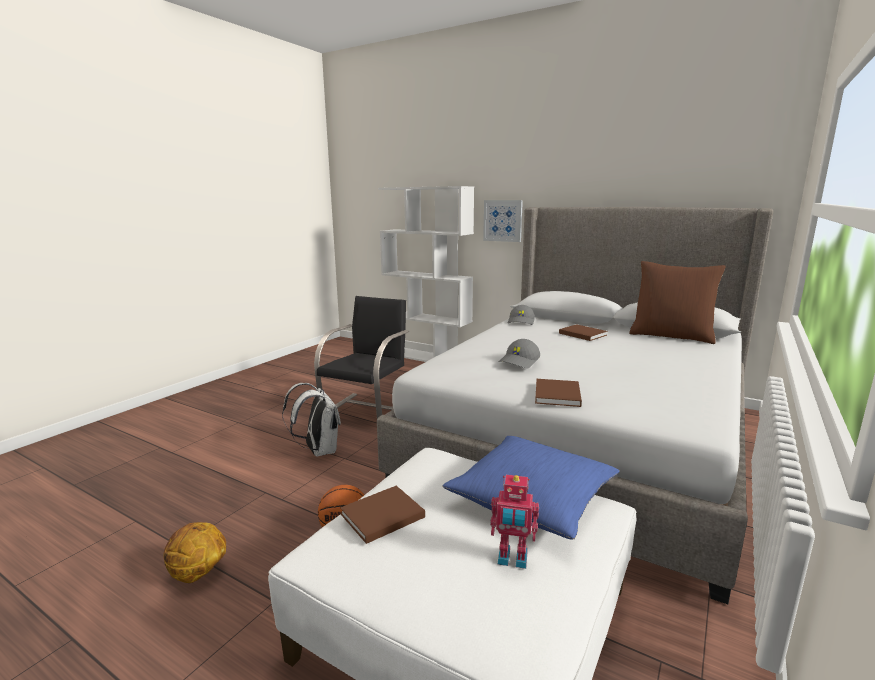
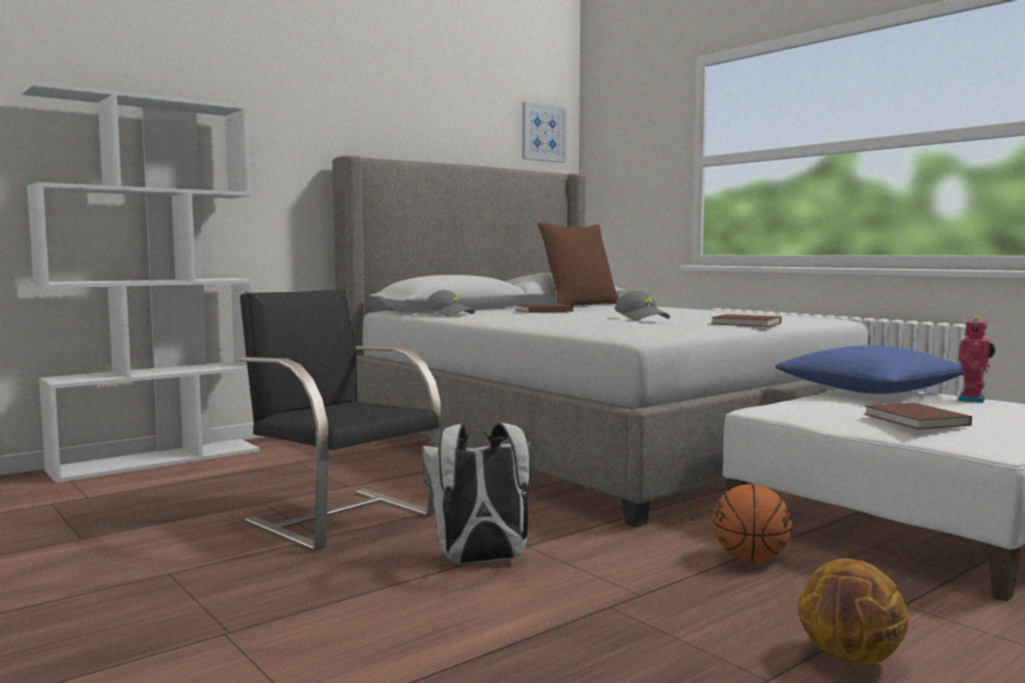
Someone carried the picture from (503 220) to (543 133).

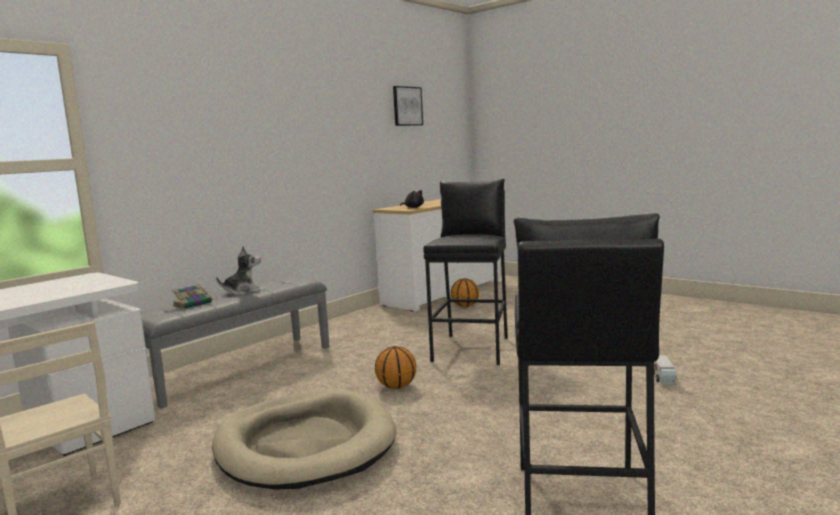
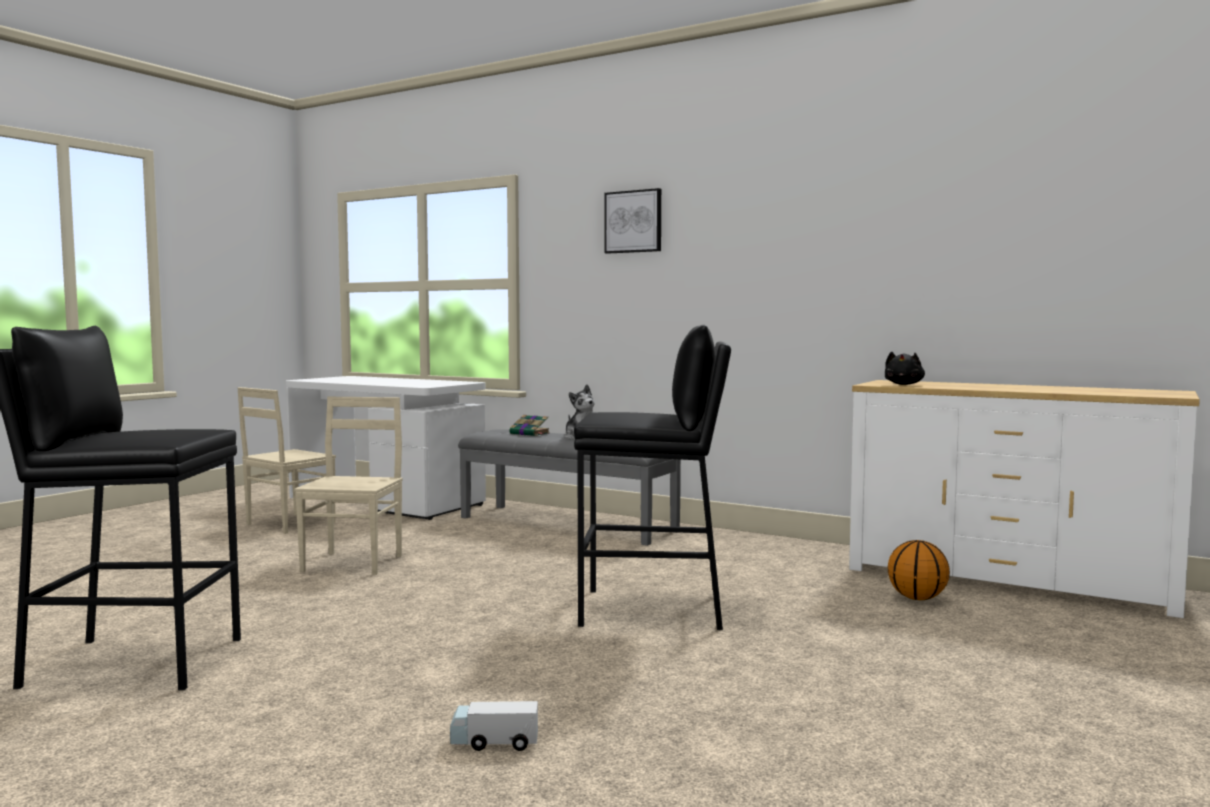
Someone swapped the beige dog bed at (305 444) for the beige chair at (354 563). Someone carried the picture from (407 106) to (633 221). Someone took away the basketball at (396 387).

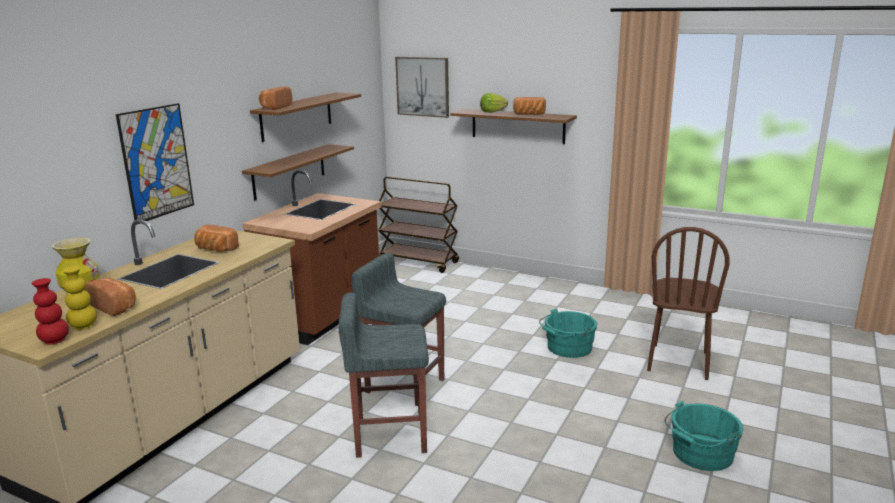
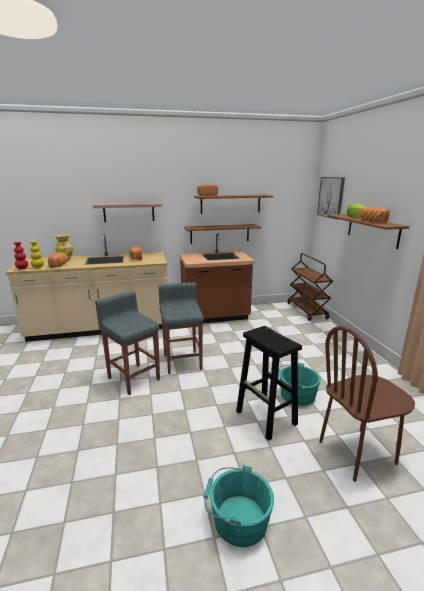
Someone swapped the picture at (156 162) for the shelf at (129 212). Someone put down the black stool at (267 418).

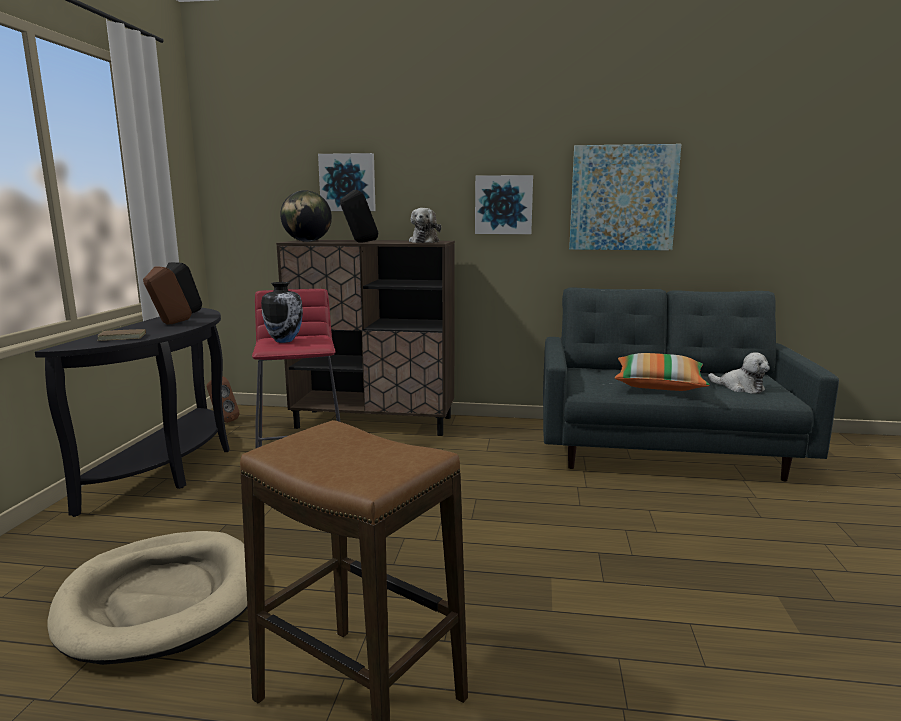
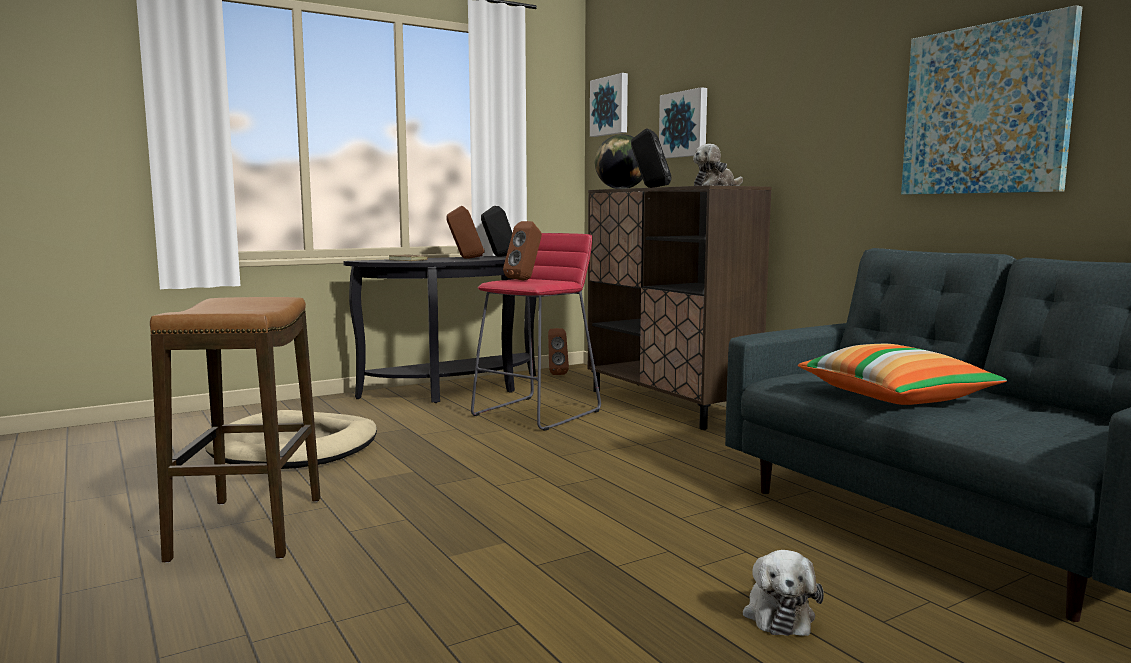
Someone swapped the vase at (284 341) for the brown speaker at (525 280). Someone carried the picture from (503 205) to (610 106). Someone carried the plush toy from (740 388) to (778 614).

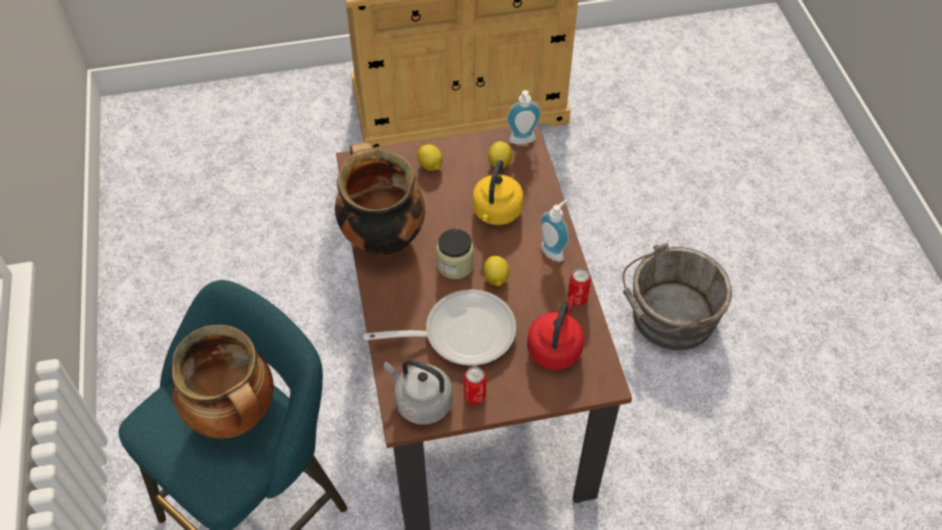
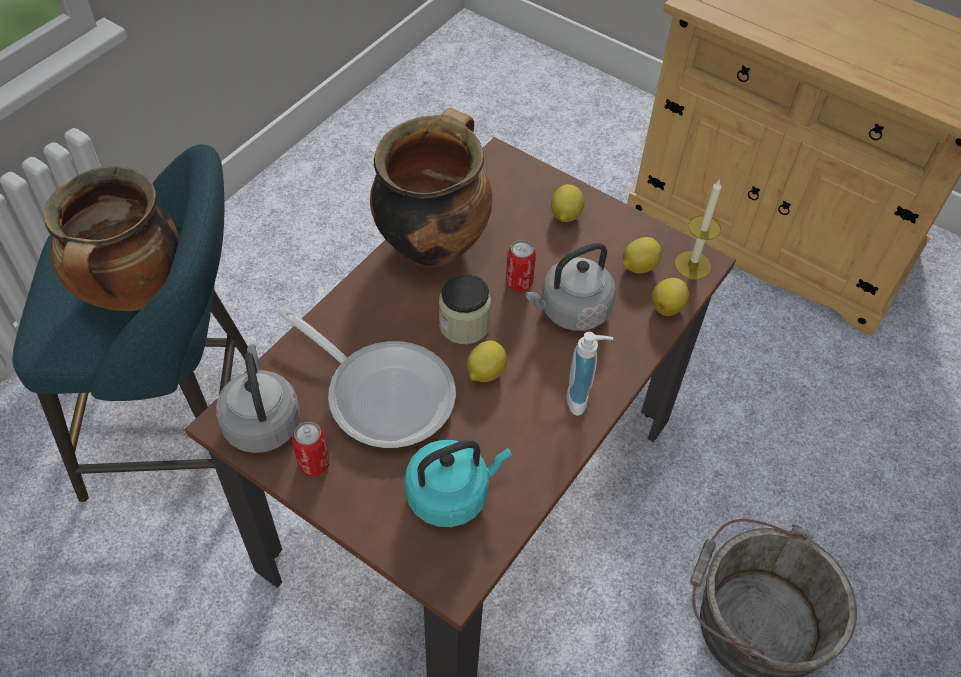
Someone repainted the red kettle at (555 347), which became the turquoise kettle at (452 494). Someone carried the can from (577 298) to (519 283). Someone repainted the yellow kettle at (496 213), which became the grey kettle at (571 311). Someone put down the lemon at (668 307). Someone swapped the soap dispenser at (523 142) for the candle at (692 265).

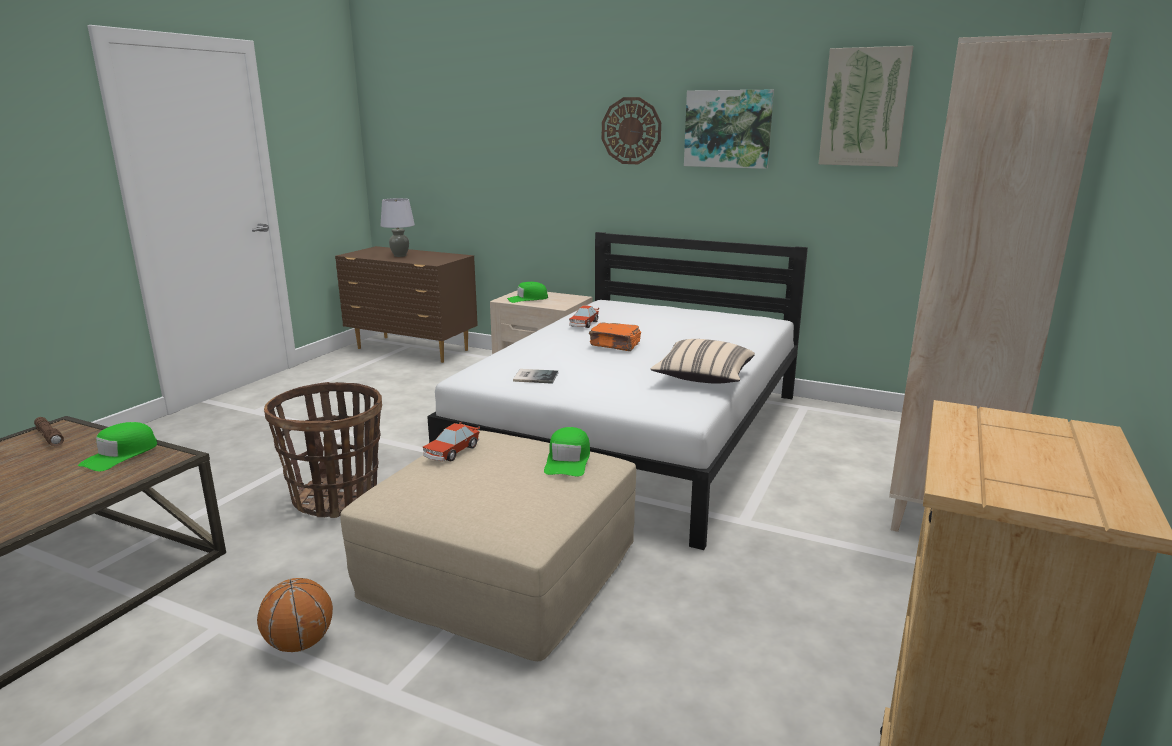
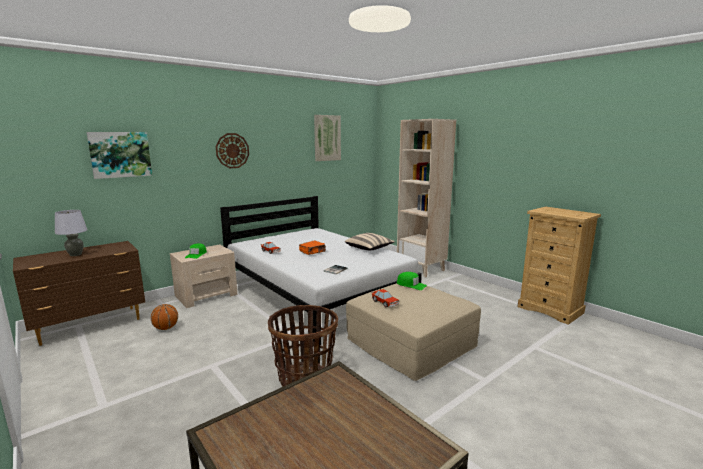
Someone carried the picture from (728 129) to (120 154). Someone carried the basketball from (300 643) to (166 328). Someone took away the brown flashlight at (49 436). Someone took away the green cap at (120 455).

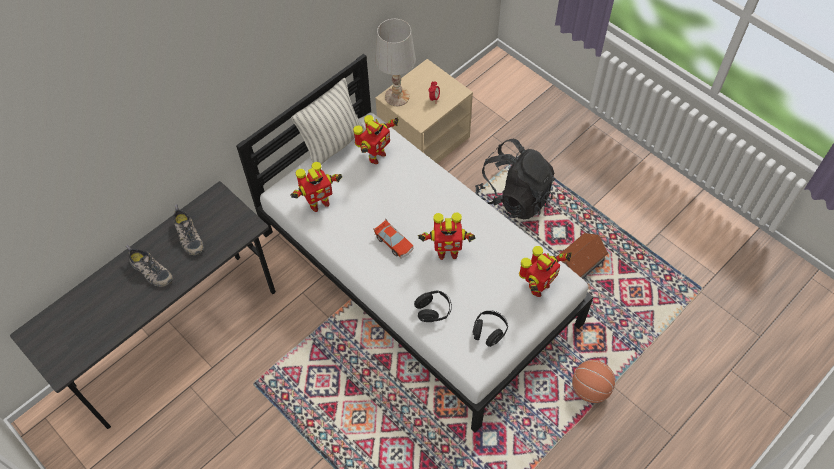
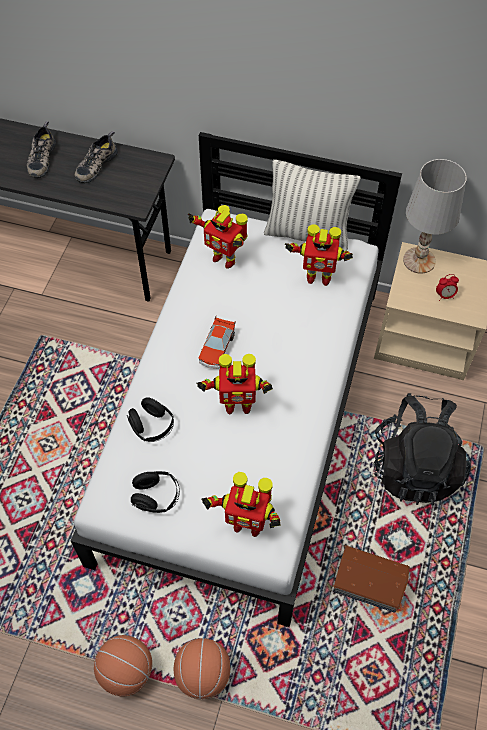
Someone put down the basketball at (126 671). Someone rotated the toy robot at (447 252) by 60 degrees counterclockwise.

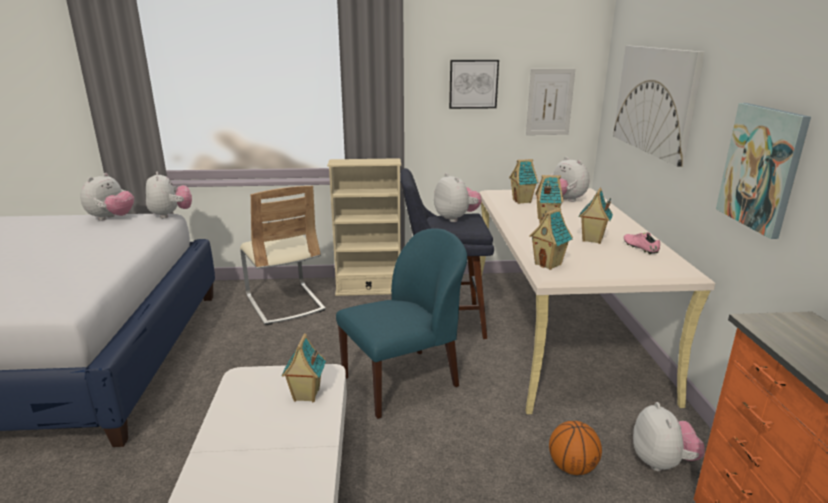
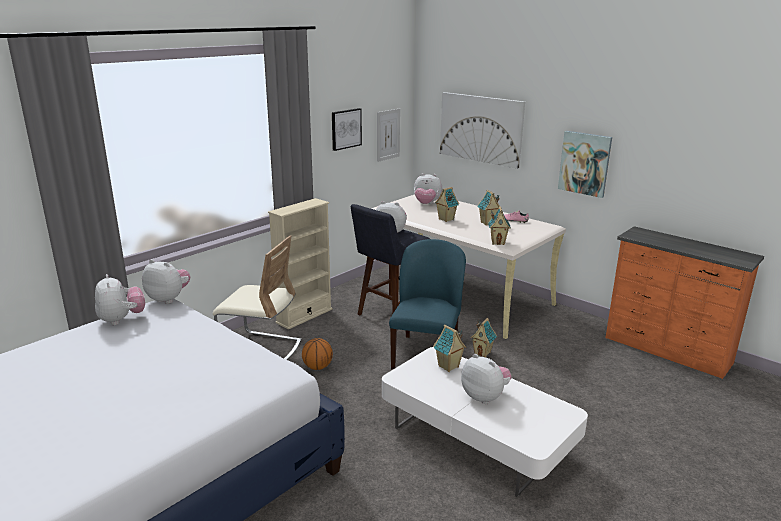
Someone carried the basketball from (572 467) to (317 367). Someone carried the plush toy from (662 462) to (485 397). Someone carried the toy house from (522 201) to (482 353).

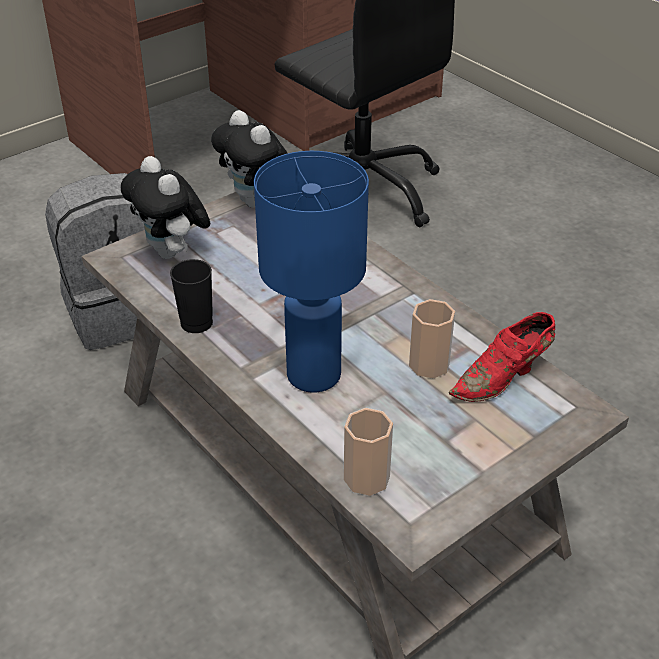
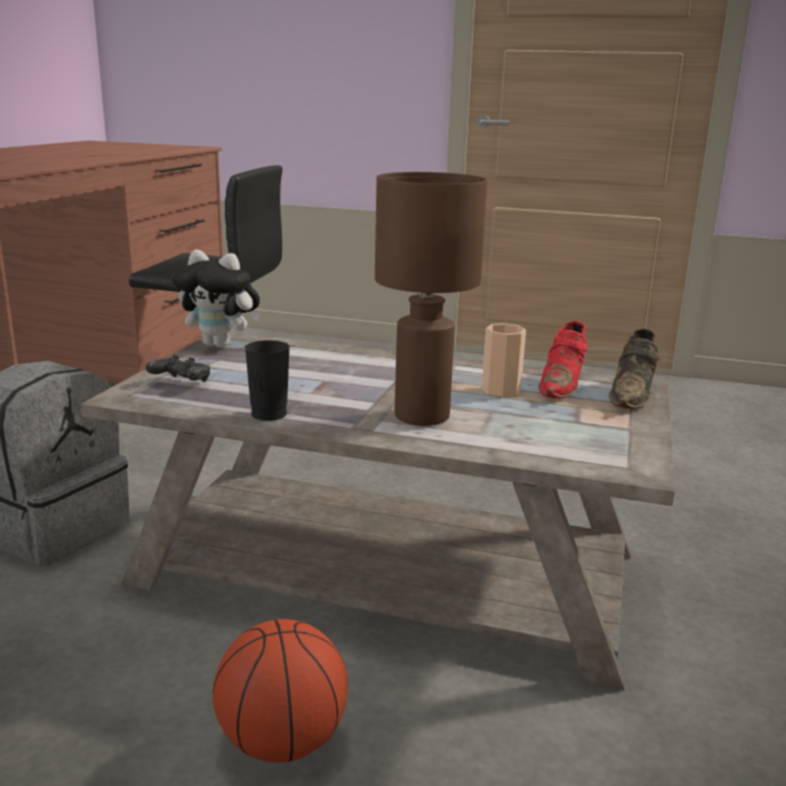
Someone swapped the plush toy at (172 253) for the black game controller at (181 383). Someone put down the basketball at (283 741). Someone repainted the blue table lamp at (314 374), which became the brown table lamp at (421 415). Someone put down the brown shoe at (632 394). Someone took away the cup at (366 478).

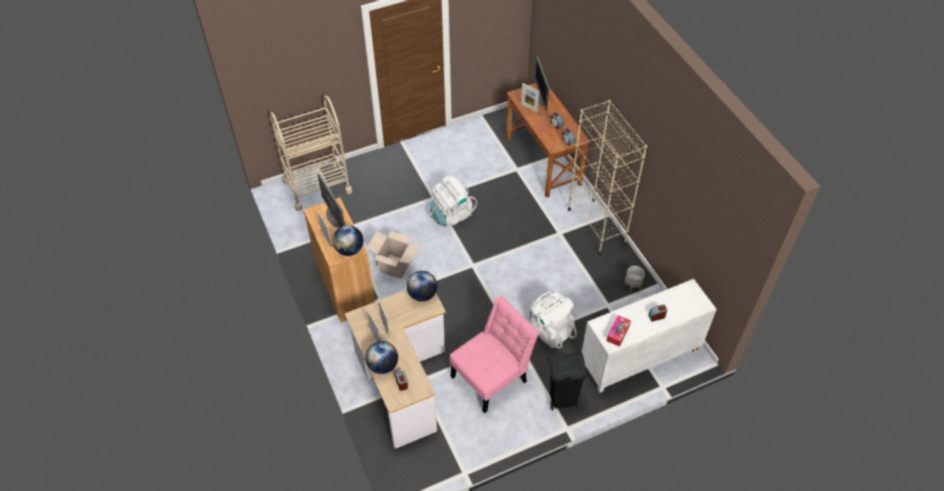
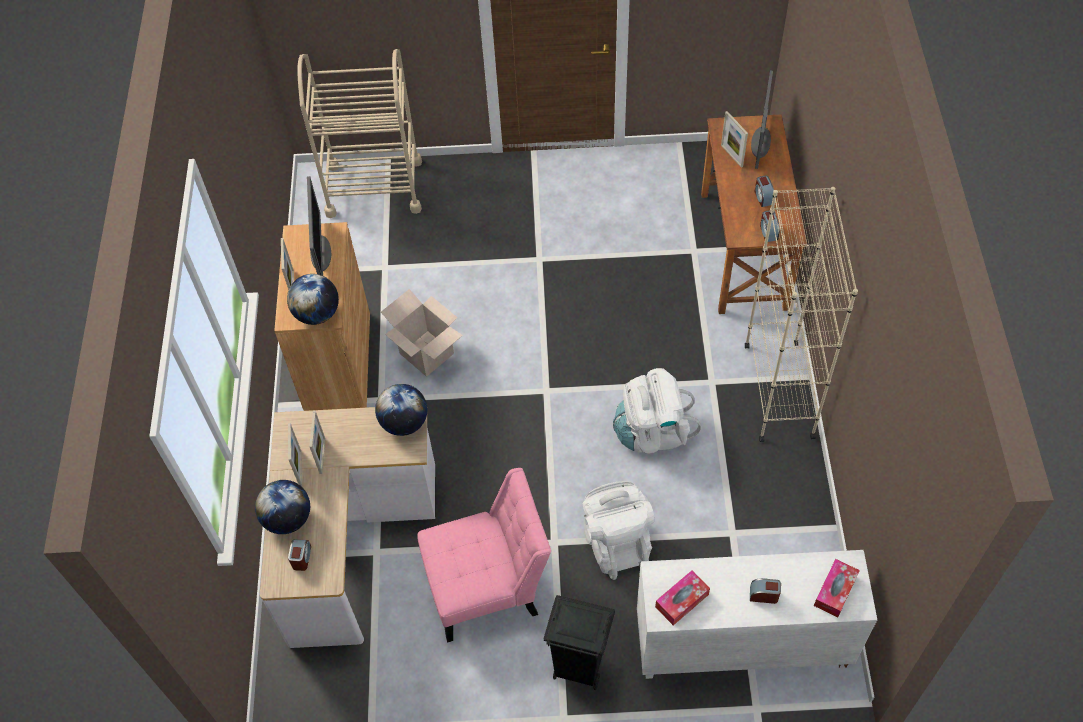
Someone carried the white backpack from (451 215) to (652 432). Someone put down the tissue box at (835 591). Someone took away the grey planter at (632 287).

